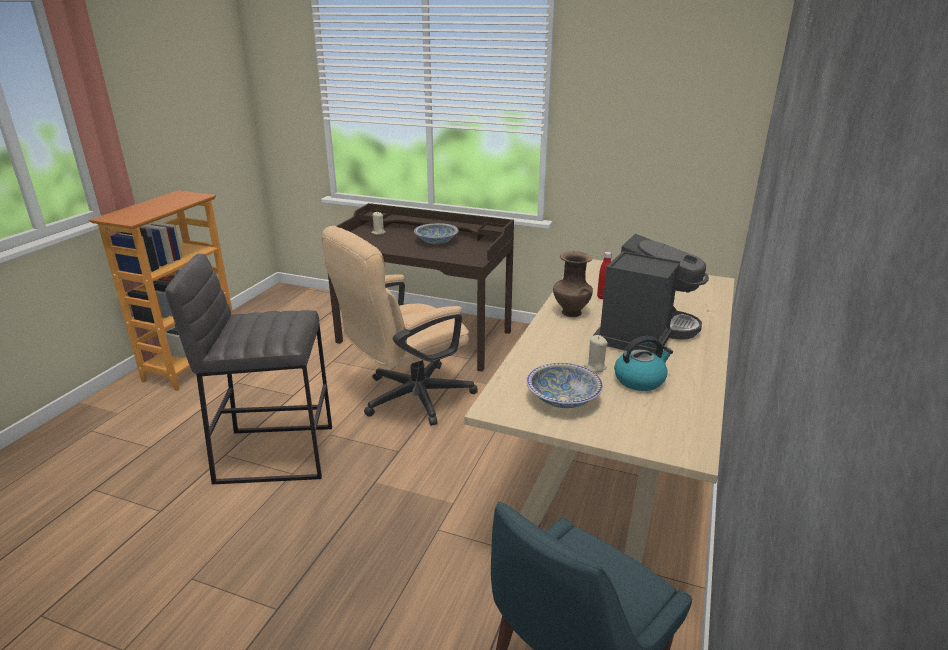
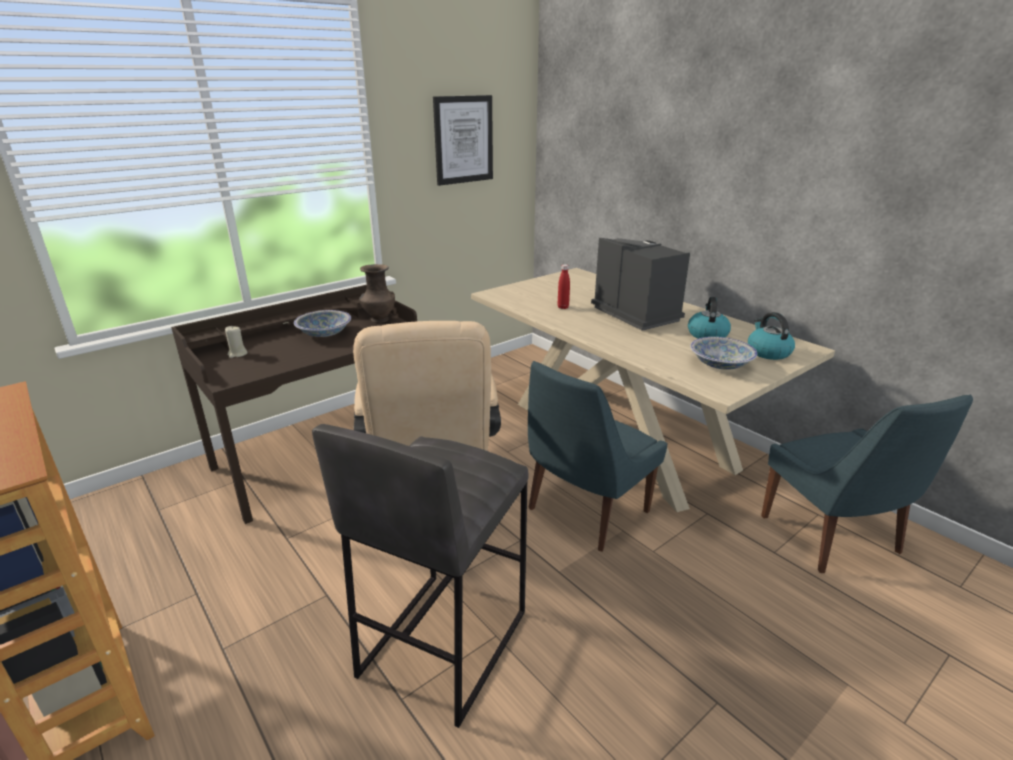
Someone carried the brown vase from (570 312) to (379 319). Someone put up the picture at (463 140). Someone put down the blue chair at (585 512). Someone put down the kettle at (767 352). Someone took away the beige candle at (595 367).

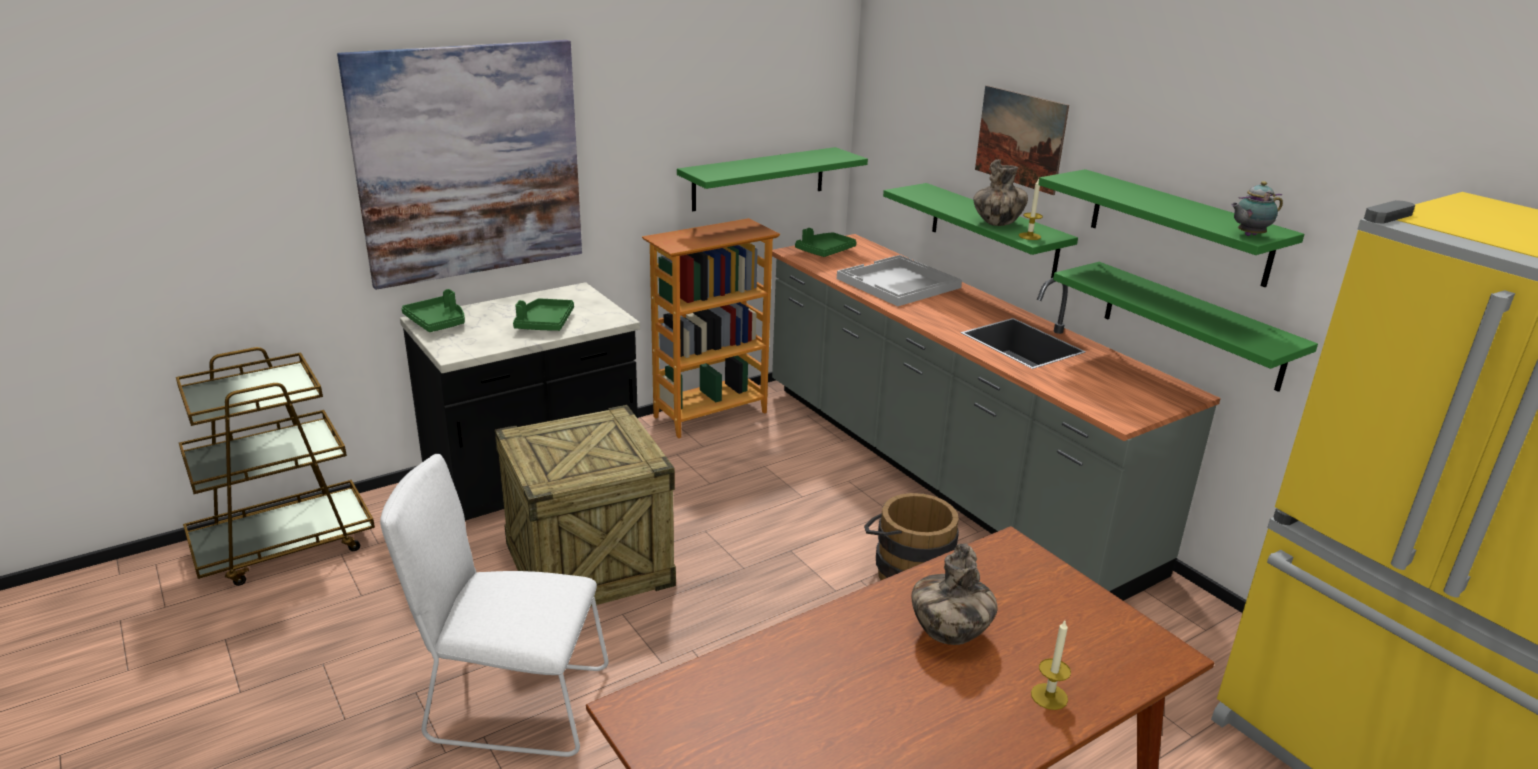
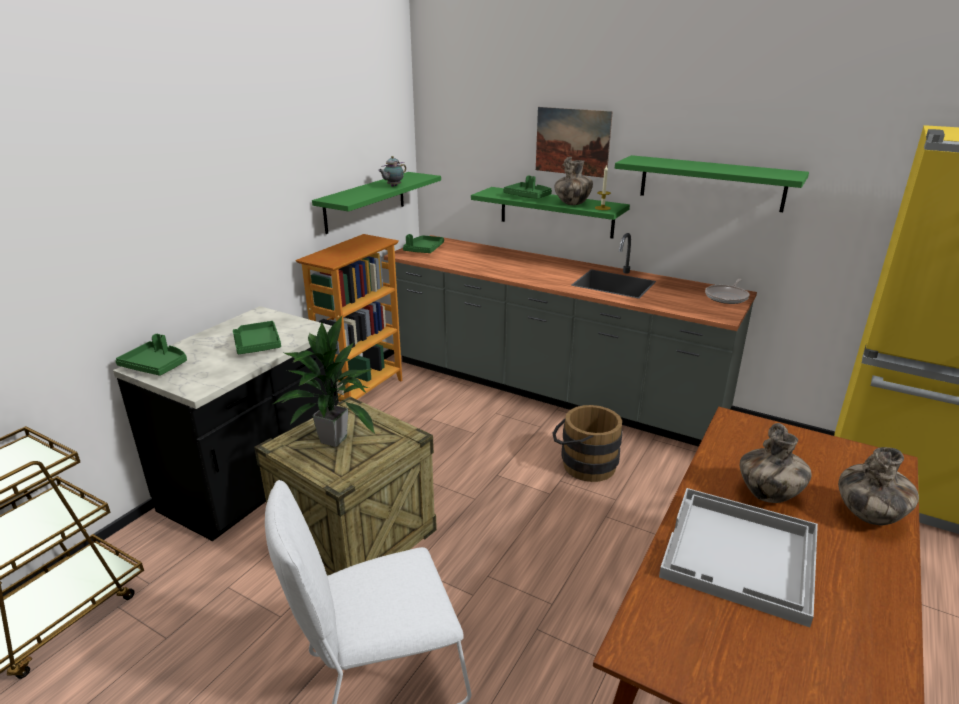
Someone put down the potted plant at (332 440). Someone carried the teapot from (1248 235) to (393 186). Someone put down the green tray at (528 197). Someone carried the white tray from (898 283) to (741 556). Someone put down the frying pan at (727 297). Someone swapped the candle at (1049 696) for the vase at (869 516). Someone took away the picture at (470 162). Someone took away the green shelf at (1192 325).

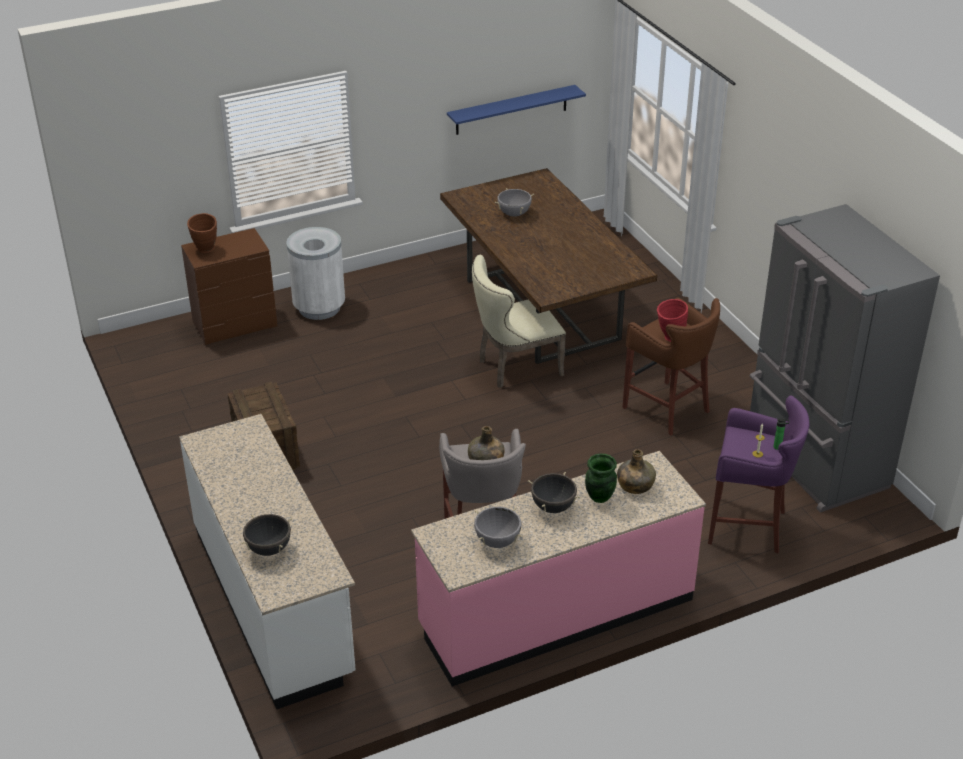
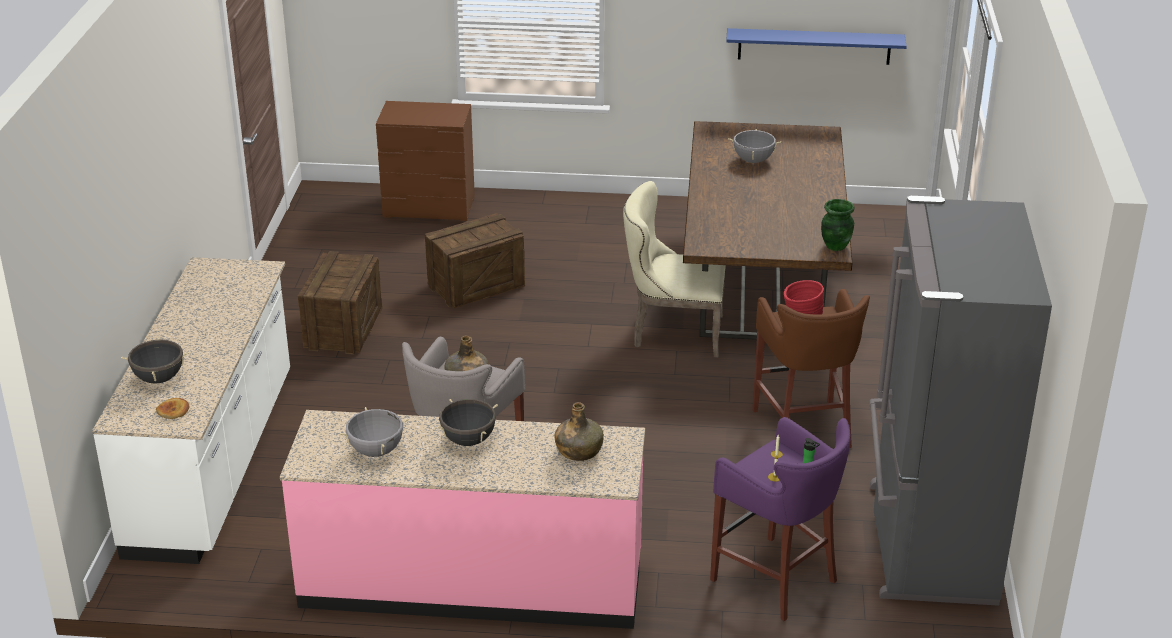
Someone put down the bread at (173 411). Someone put down the crate at (476 286). Someone carried the green vase from (599 497) to (835 246). Someone took away the brown vase at (206 251). Someone took away the white trash can at (319 307).

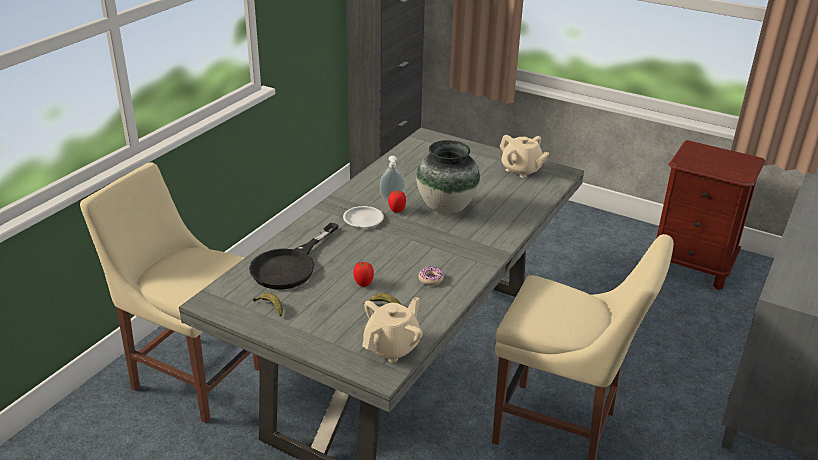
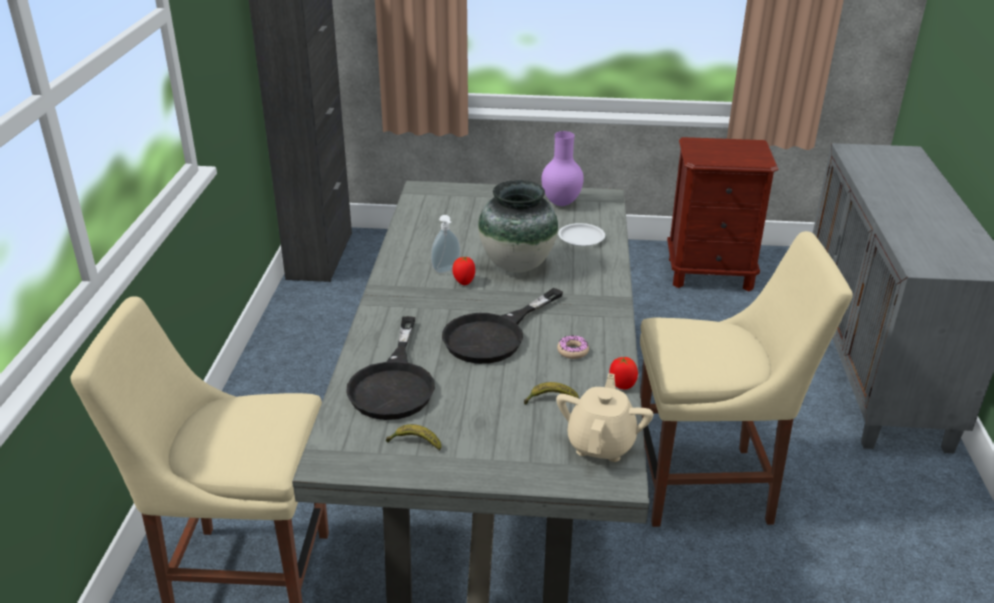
Someone put down the black frying pan at (494 335). Someone swapped the beige teapot at (521 170) for the purple vase at (560 203). Someone carried the white plate from (363 220) to (581 238). Someone carried the tomato from (363 283) to (622 385).

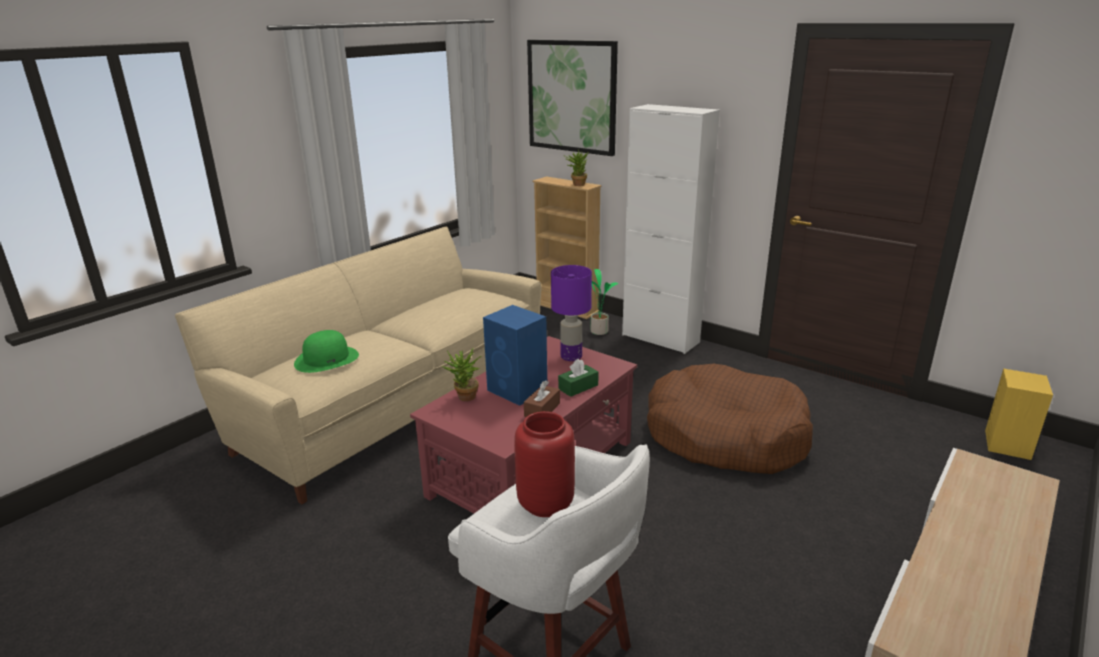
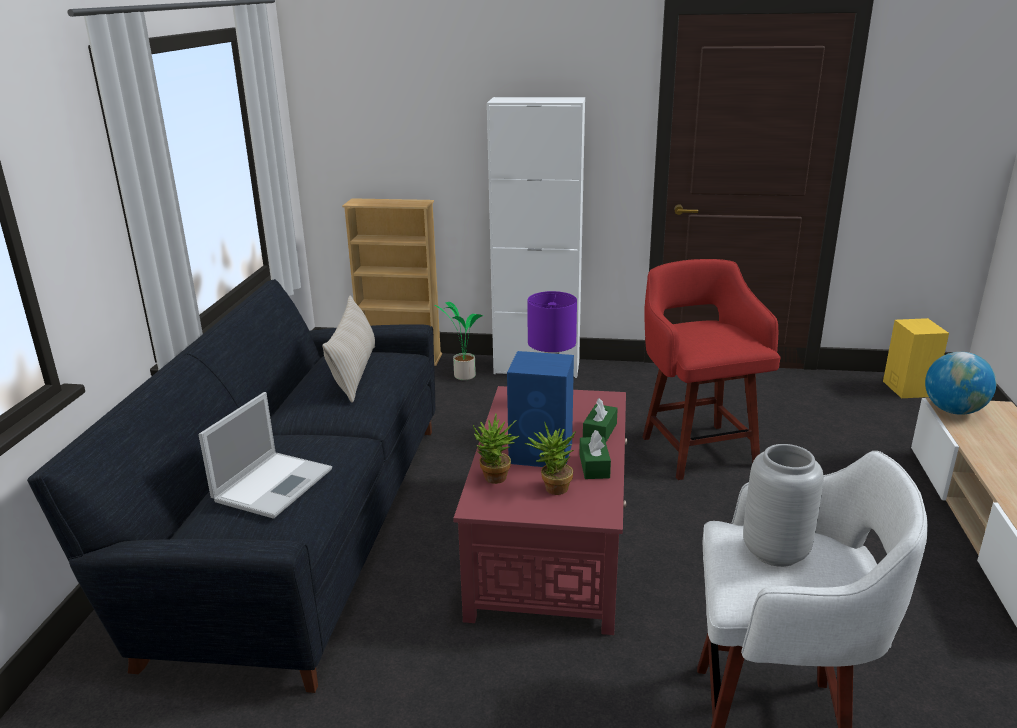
Someone repainted the beige sofa at (392 403), which became the black sofa at (300 527). Someone swapped the green hat at (327 359) for the laptop at (274 483). Someone put down the beige pillow at (354 373). Someone carried the potted plant from (576 184) to (551 489). Someone repainted the brown tissue box at (542 410), which became the green tissue box at (594 466). Someone swapped the brown dog bed at (725 436) for the red stool at (697 449). Someone repainted the red vase at (544 504), which became the grey vase at (775 552). Someone put down the globe at (953 410). Someone took away the picture at (572 97).

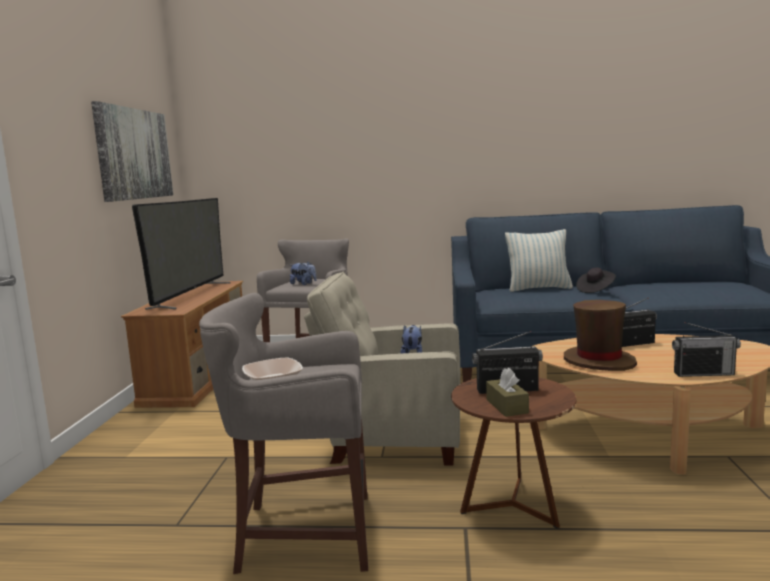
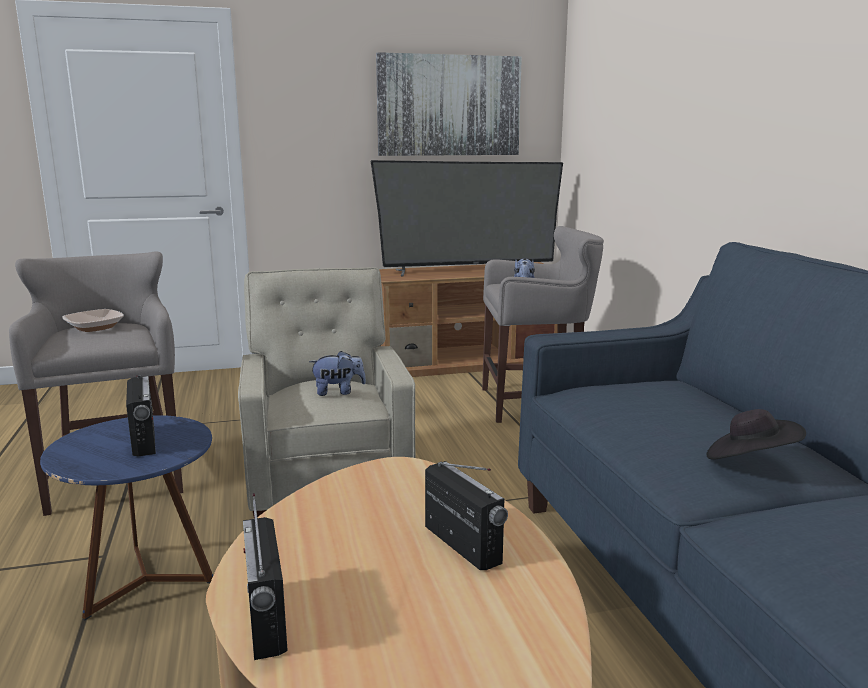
Someone repainted the brown side table at (513 506), which became the blue side table at (146 582). Someone took away the brown tissue box at (507 406). Someone took away the pillow at (538 288). Someone took away the brown hat at (598 361).

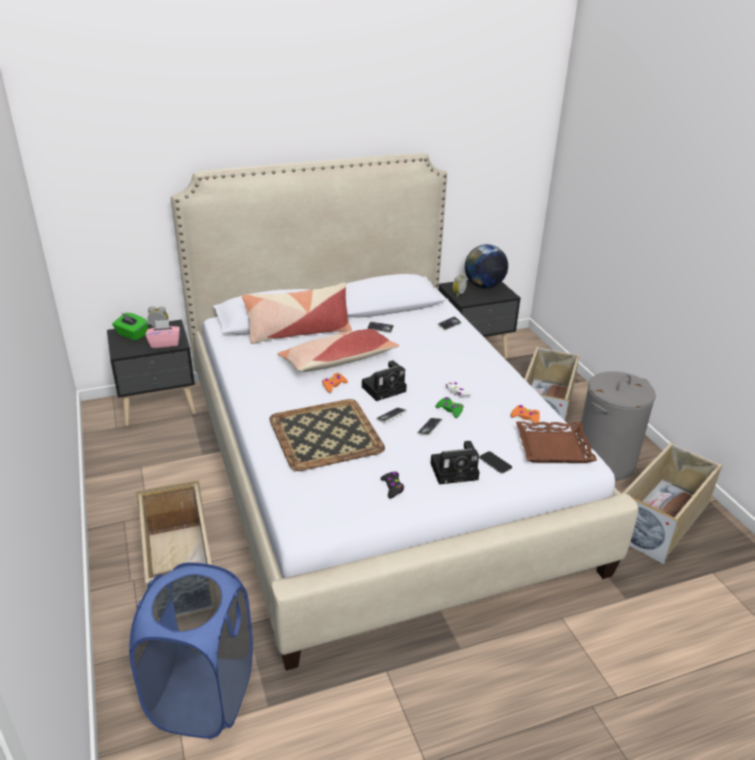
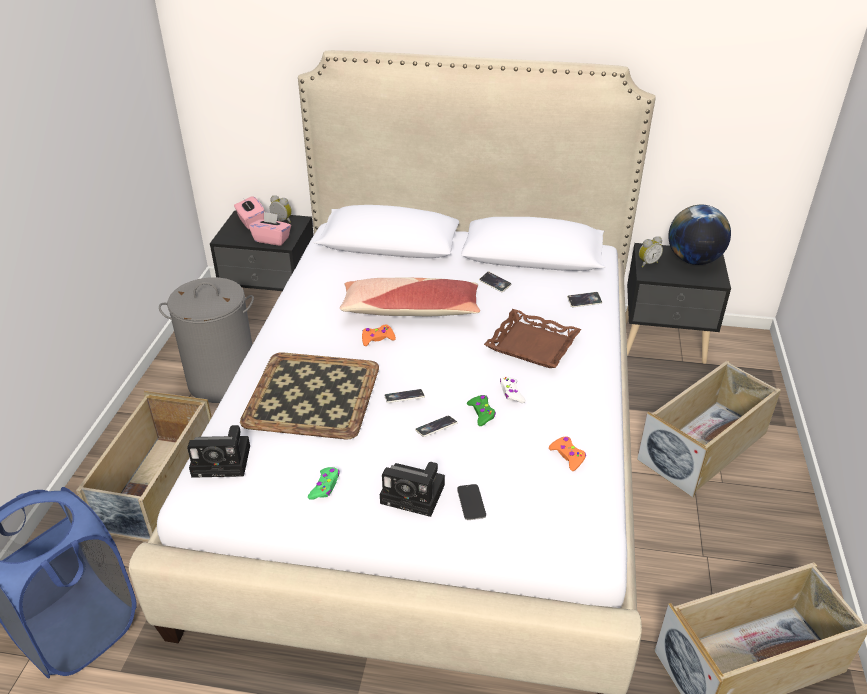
Someone carried the grey laundry basket from (604 462) to (222 381). Someone carried the photo camera from (385 388) to (224 460). Someone repainted the green tissue box at (132 335), which became the pink tissue box at (251 222). Someone repainted the black game controller at (392 487), which became the green game controller at (325 486). Someone carried the brown tray from (553 447) to (532 344). Someone took away the pillow at (298 333).

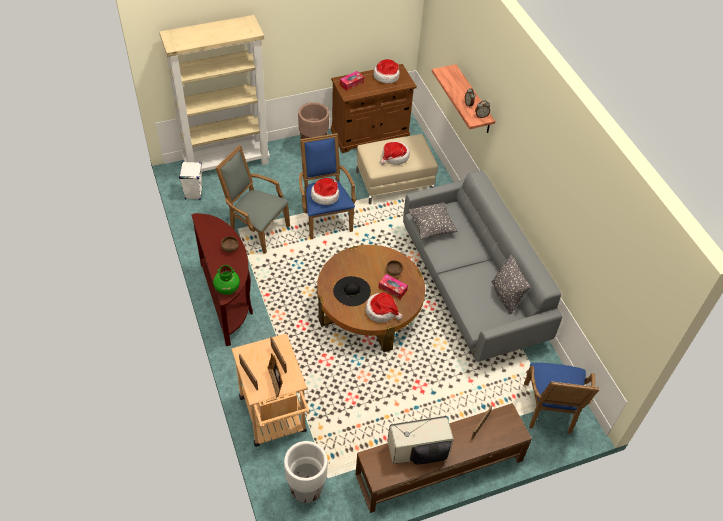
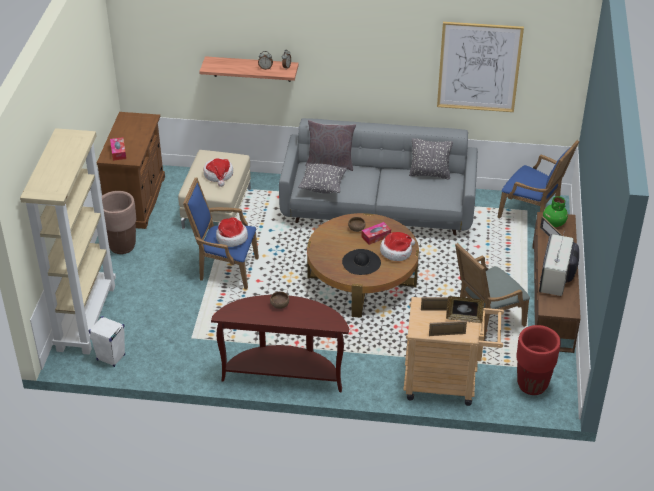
Someone put down the grey pillow at (330 163). Someone put up the picture at (479 67). Someone carried the grey armchair from (256 229) to (486 321). Someone repainted the white planter at (306 489), which became the red planter at (532 385). Someone carried the green vase from (227 288) to (553 223). Someone took away the hat at (386 76).

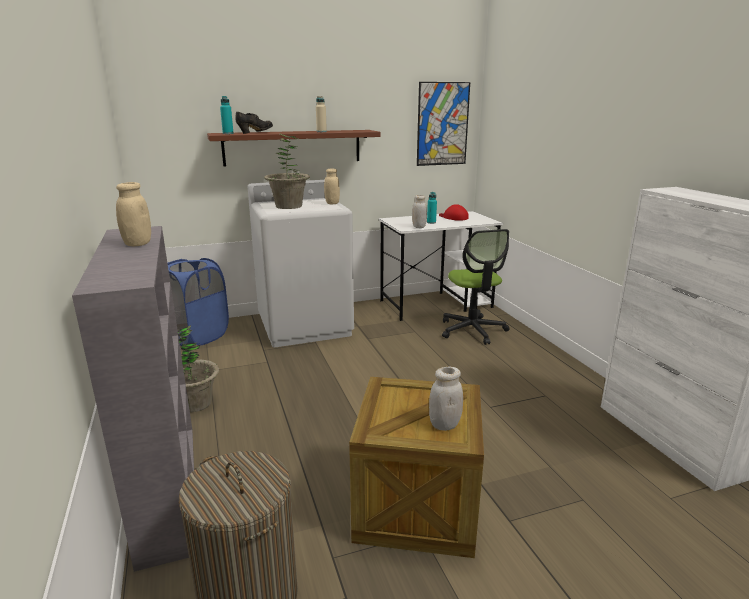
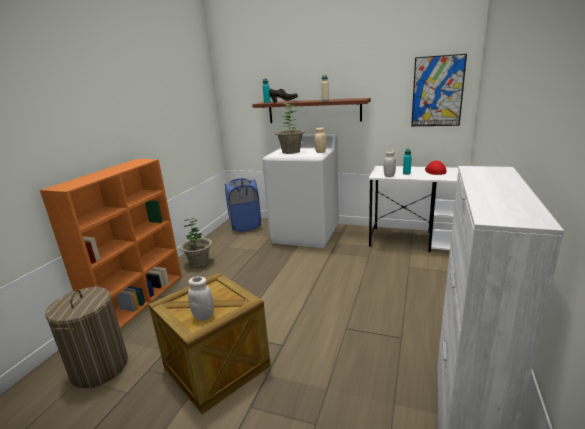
Someone repainted the grey bookcase at (167 486), which became the orange bookcase at (140 300). Someone took away the beige jar at (137 244). Someone took away the office chair at (472 330).

